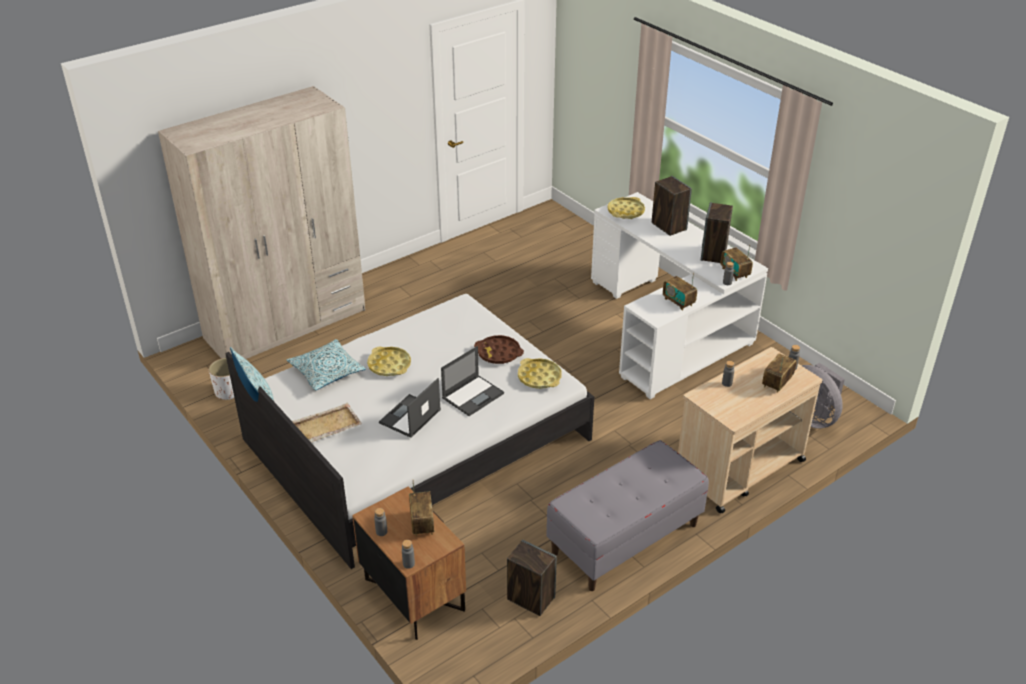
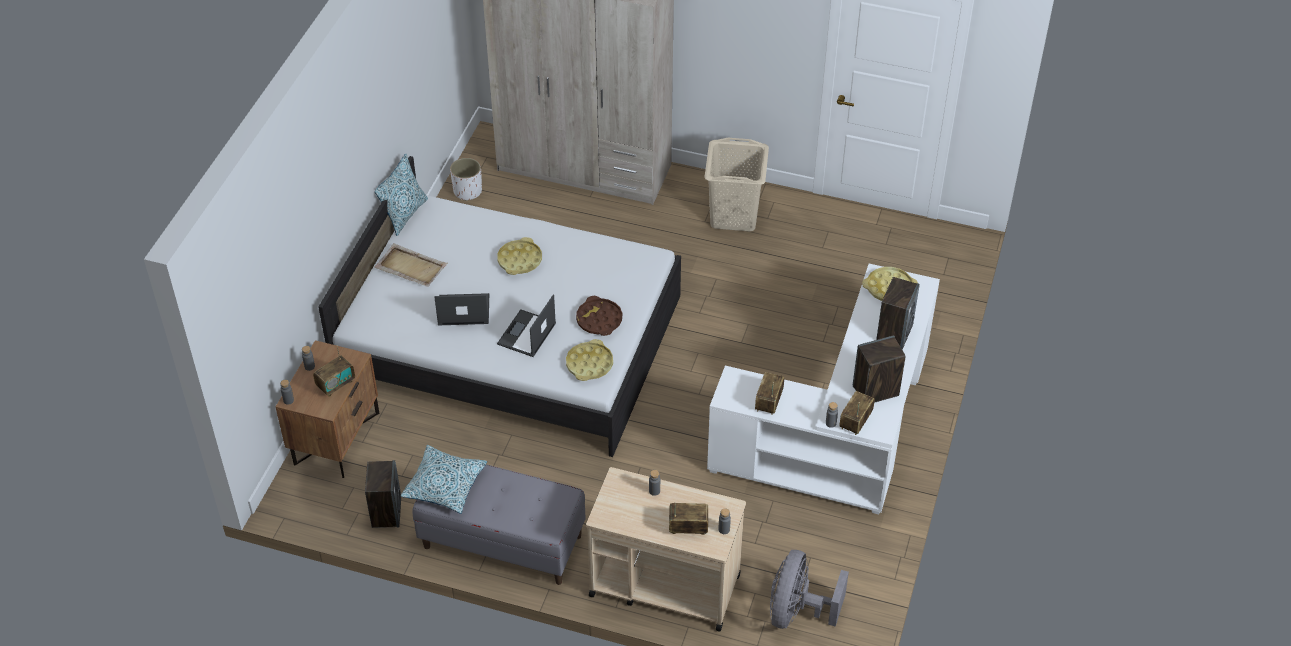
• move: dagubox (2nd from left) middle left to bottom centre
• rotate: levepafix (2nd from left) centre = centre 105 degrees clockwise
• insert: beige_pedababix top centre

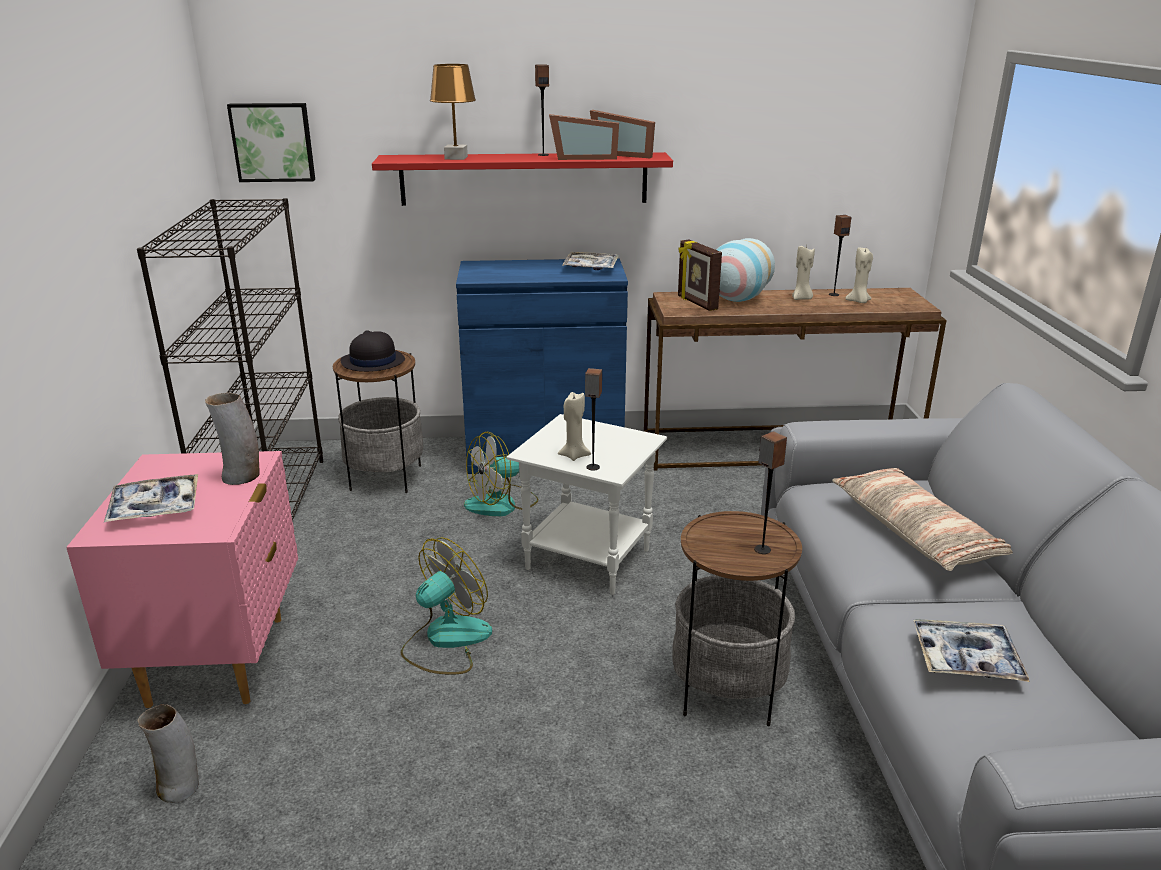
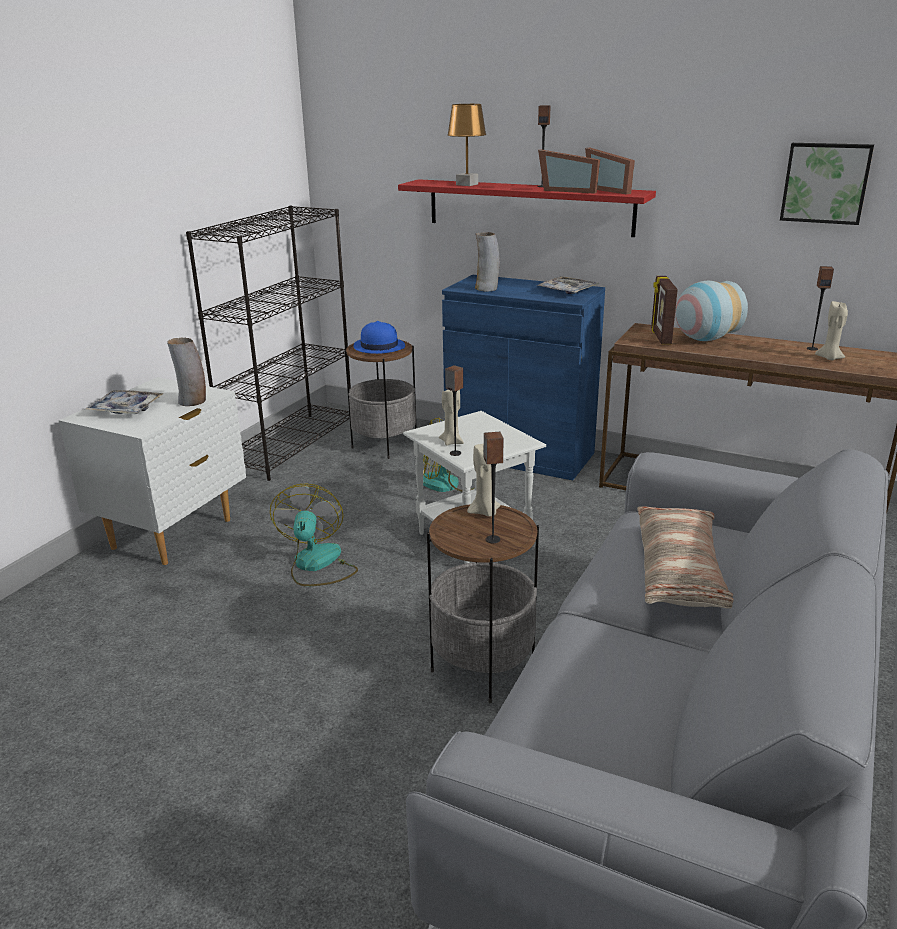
• recolor: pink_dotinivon middle left to white_dotinivon middle left
• move: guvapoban (1st from left in the first image) bottom left to guvapoban (2nd from left) top centre
• move: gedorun top left to top right
• recolor: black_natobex middle left to blue_natobex centre
• rotate: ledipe (1st from left) bottom centre = centre 75 degrees counterclockwise
• move: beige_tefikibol (2nd from left) top right to centre
• delete: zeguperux (3rd from left) bottom right

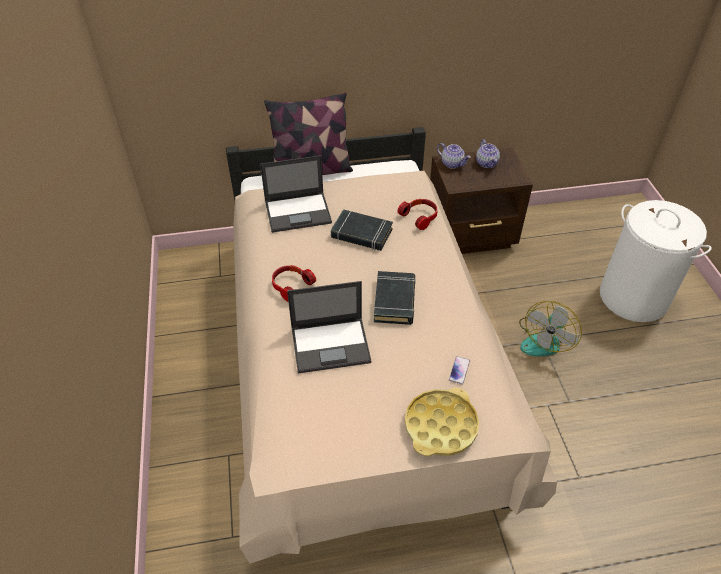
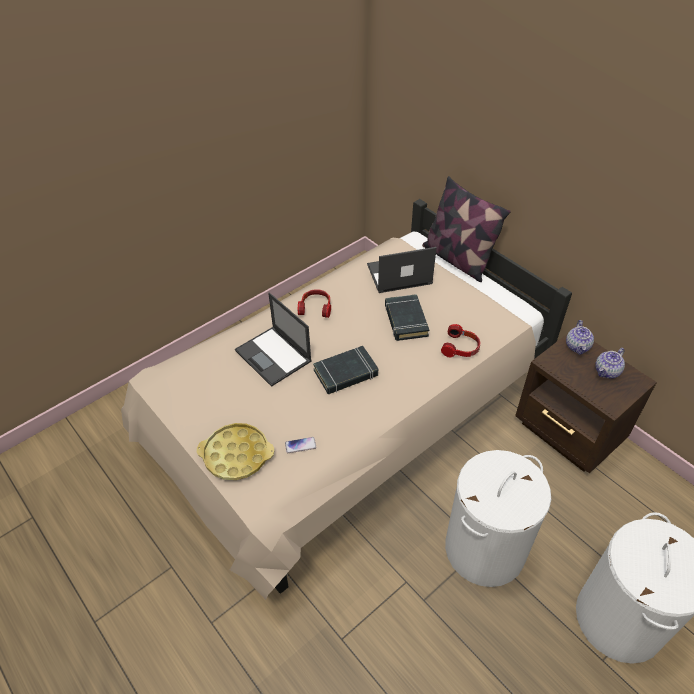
• rotate: levepafix (1st from left in the first image) centre = centre 120 degrees clockwise
• replace: ledipe middle right to white_pedababix (1st from left) bottom right

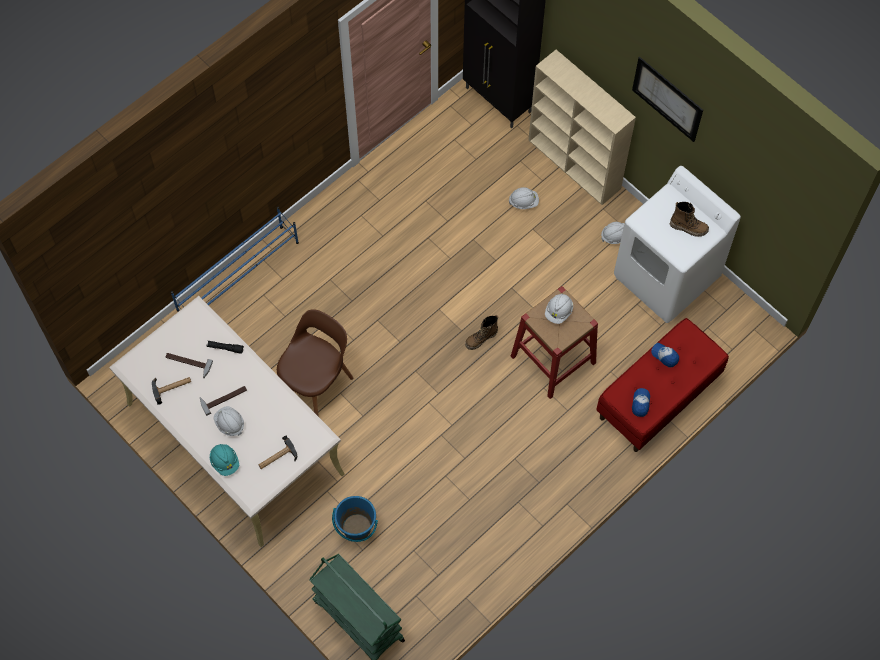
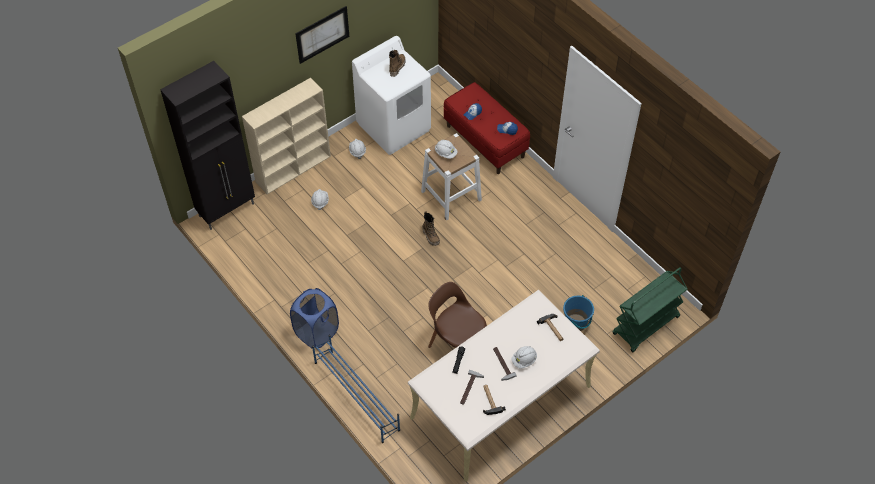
• delete: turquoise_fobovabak bottom left
• recolor: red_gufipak centre to white_gufipak centre
• insert: blue_pedababix centre

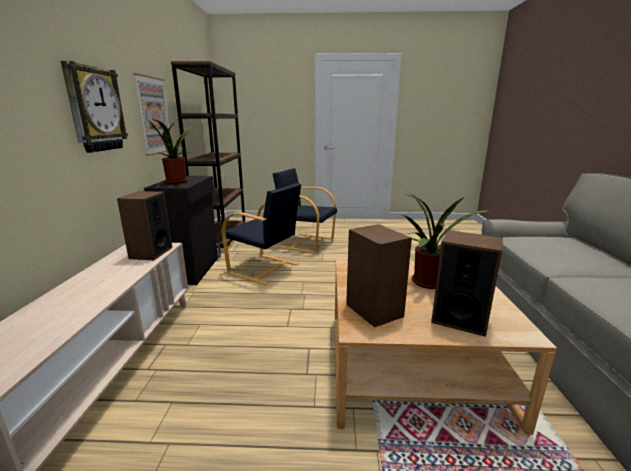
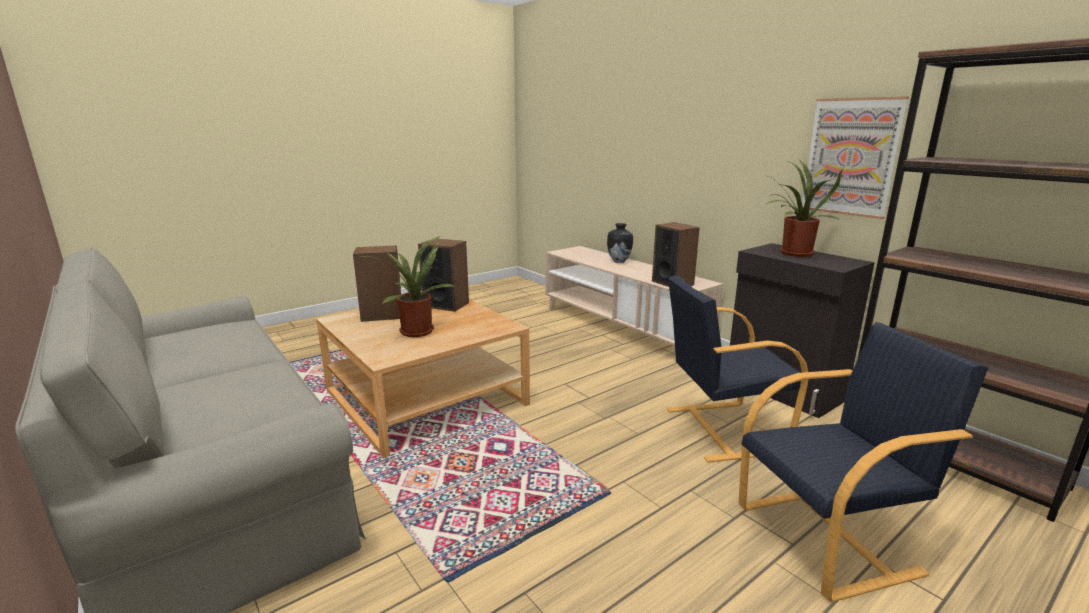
• delete: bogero top left
• insert: guvapoban centre

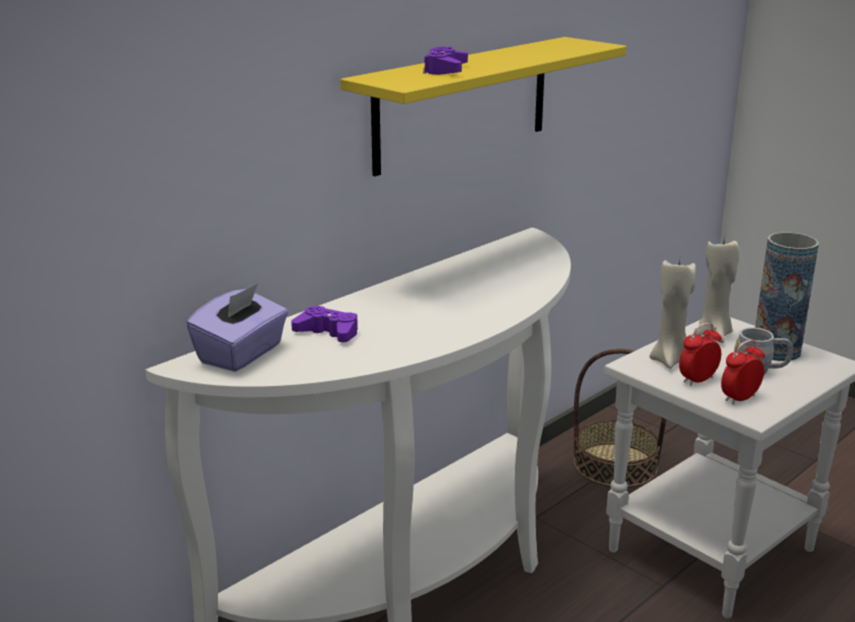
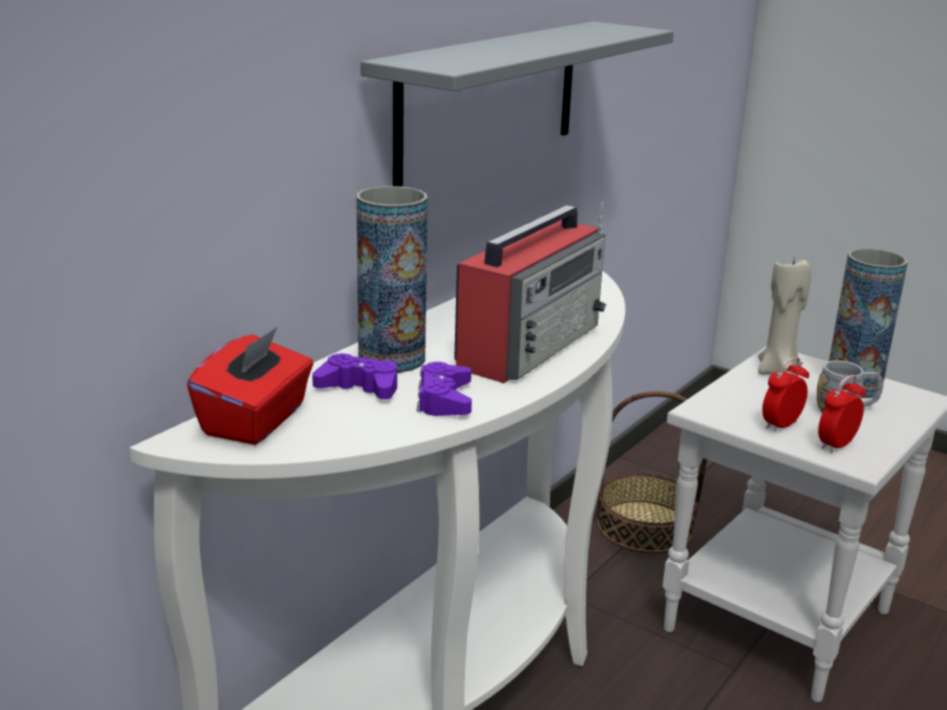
• recolor: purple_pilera middle left to red_pilera middle left
• recolor: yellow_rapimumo top centre to grey_rapimumo top centre
• move: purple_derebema (2nd from left) top centre to centre
• delete: beige_tefikibol (1st from left) middle right
• insert: guvapoban (1st from left) centre
• insert: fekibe centre

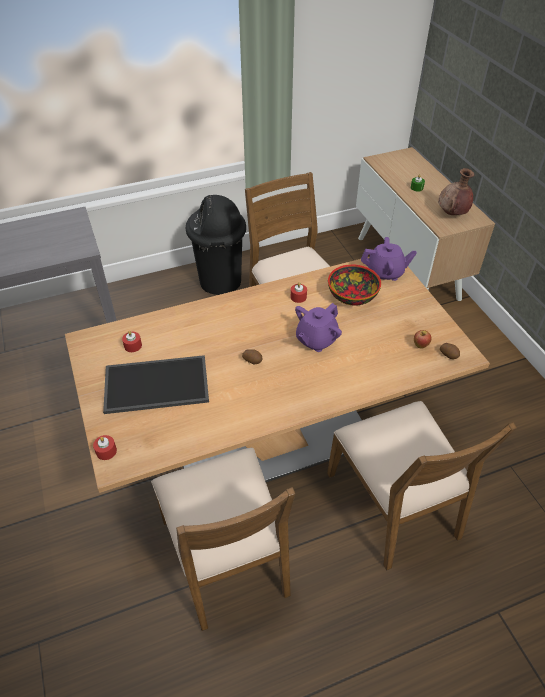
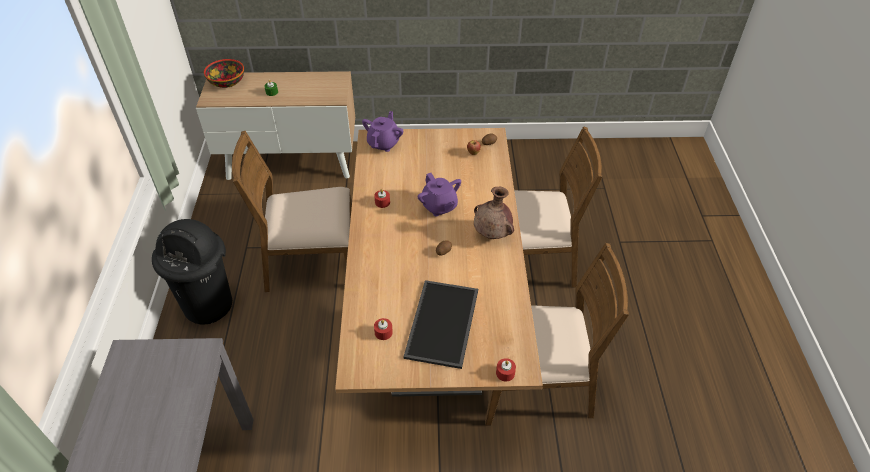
• move: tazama centre to top left
• move: brown_guvapoban top right to centre

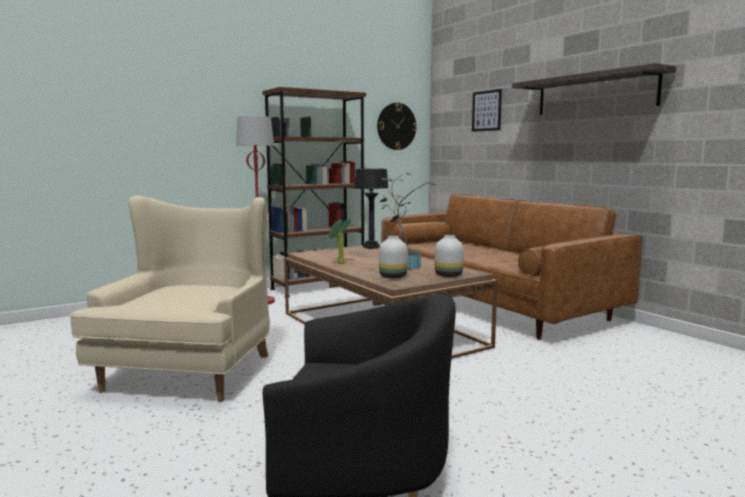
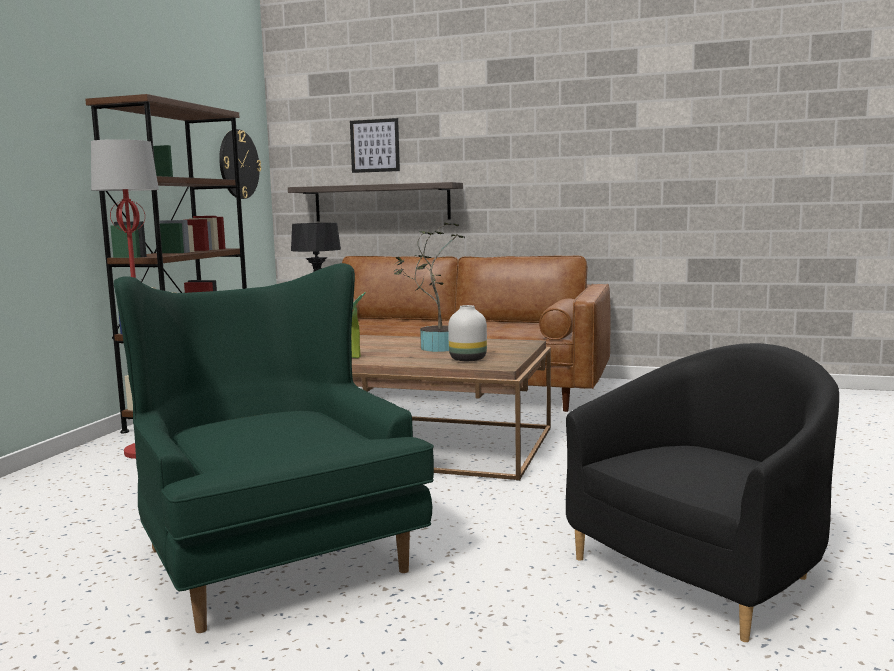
• recolor: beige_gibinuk middle left to green_gibinuk bottom left
• delete: white_guvapoban (2nd from left) centre
• move: rapimumo top right to top centre

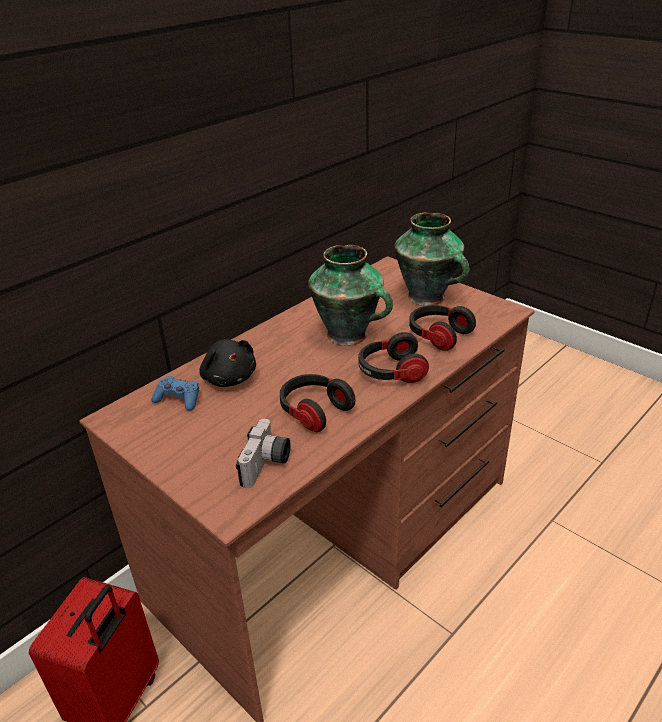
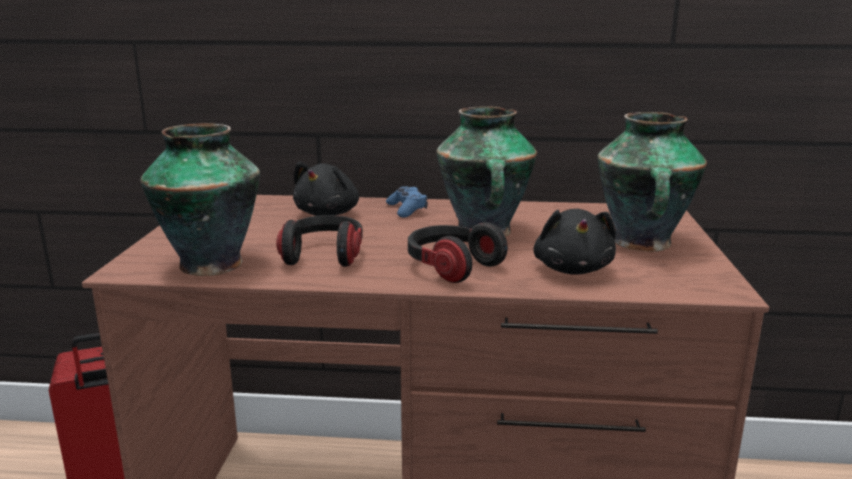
• move: blue_derebema middle left to centre
• replace: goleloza centre to guvapoban (1st from left) middle left
• replace: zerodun (3rd from left) middle right to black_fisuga (2nd from left) middle right

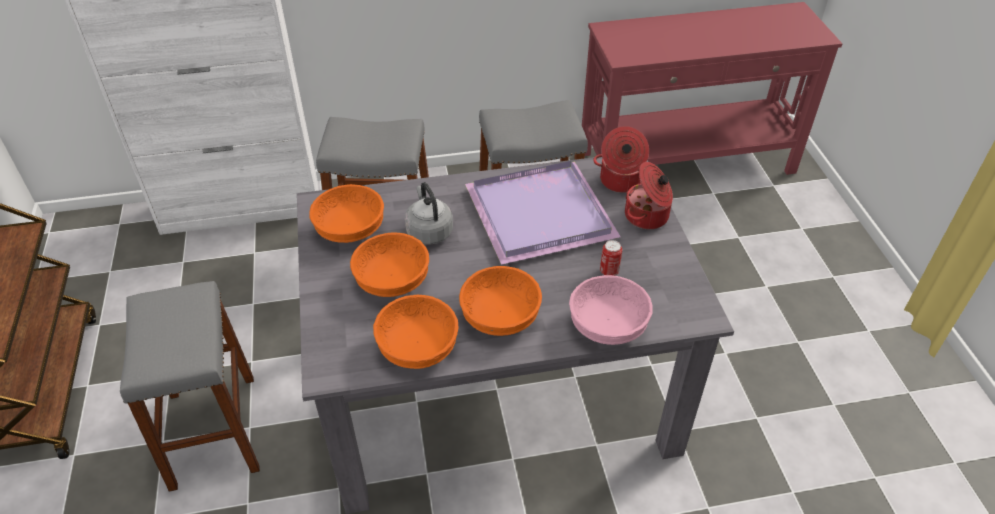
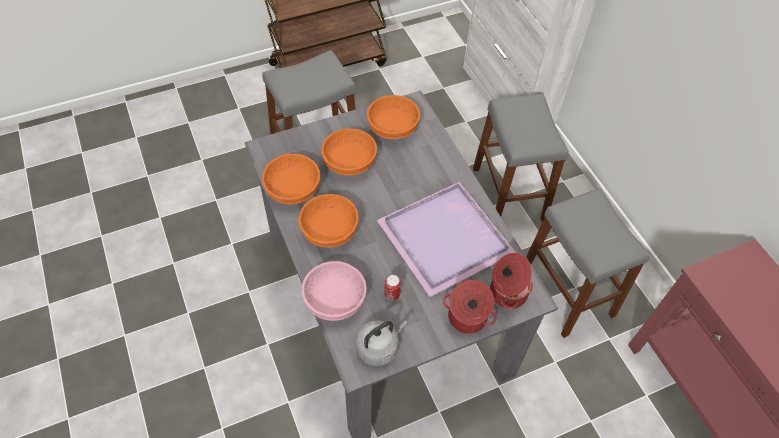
• move: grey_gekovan centre to bottom centre

